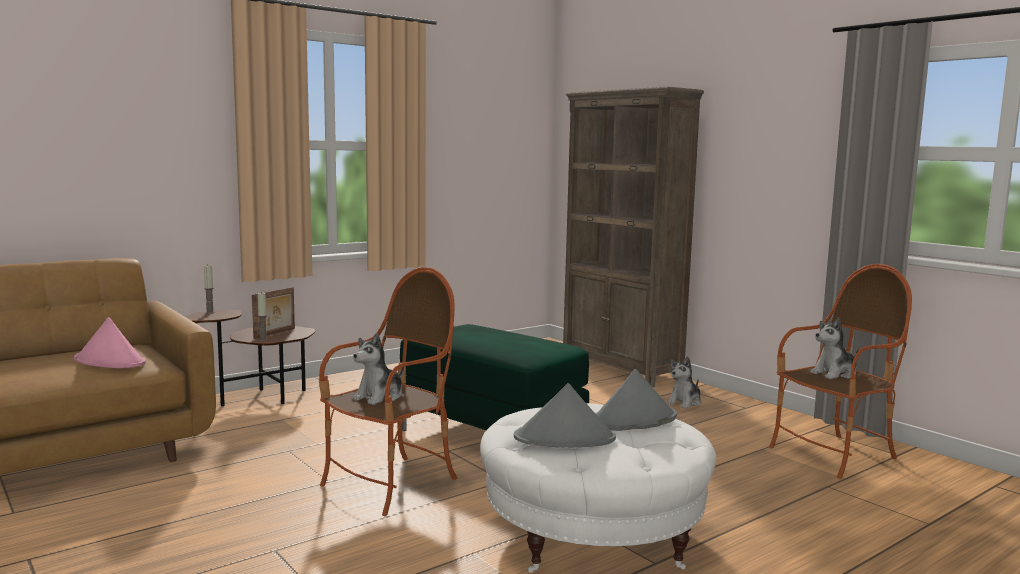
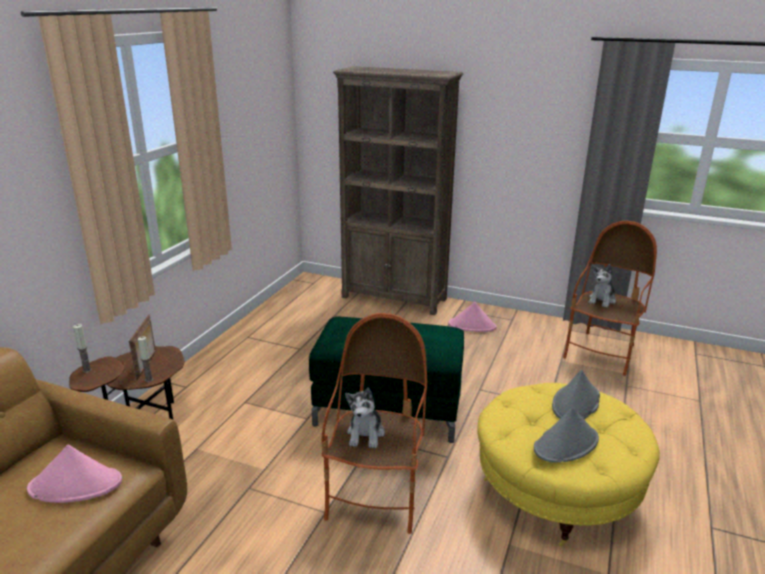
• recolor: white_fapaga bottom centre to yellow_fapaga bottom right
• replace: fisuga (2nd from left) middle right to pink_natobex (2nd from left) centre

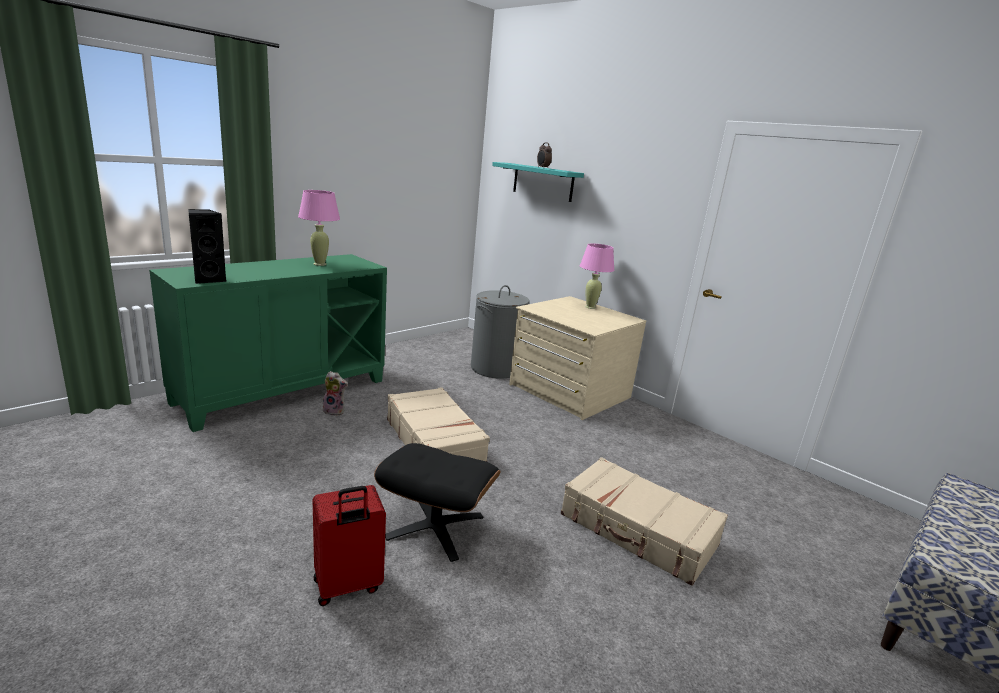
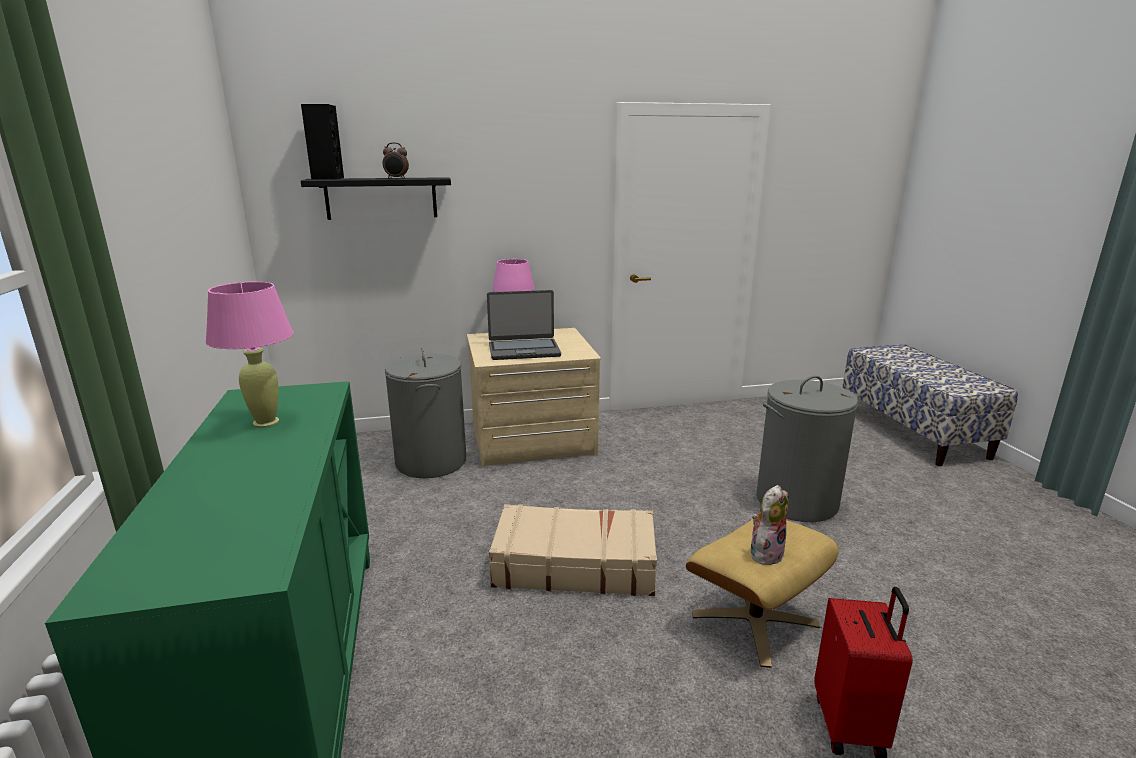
• move: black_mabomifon middle left to top left
• move: fisuga centre to bottom right
• recolor: black_fapaga bottom centre to beige_fapaga bottom right
• recolor: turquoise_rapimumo top centre to black_rapimumo top left
• replace: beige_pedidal (2nd from left) bottom centre to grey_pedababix (2nd from left) middle right
• insert: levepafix centre

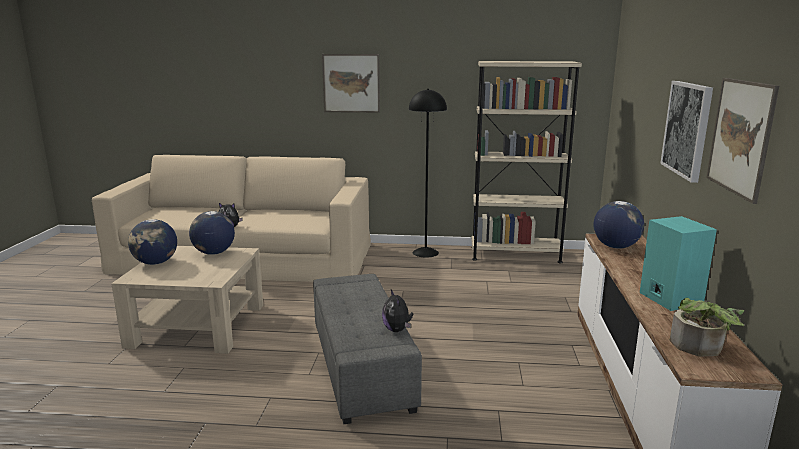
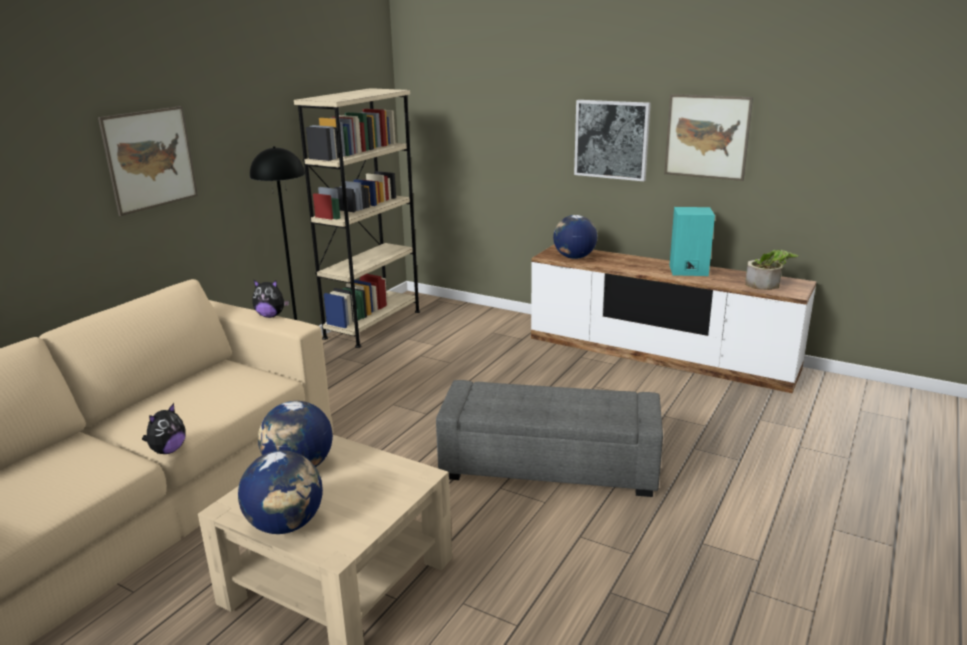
• move: fisuga (2nd from left) bottom centre to middle left

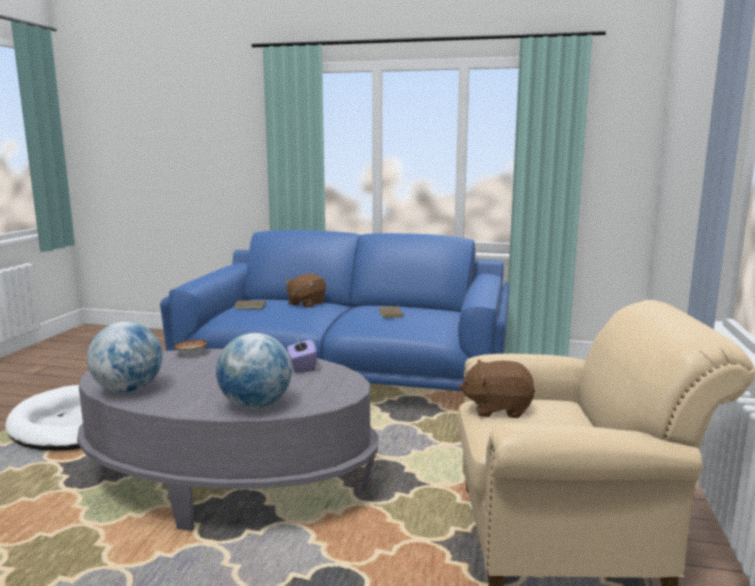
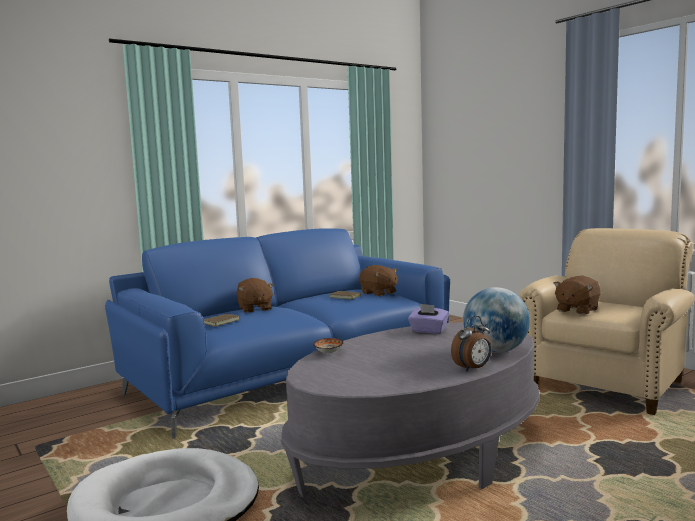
• delete: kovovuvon (1st from left) middle left
• insert: brown_fisuga (2nd from left) centre
• insert: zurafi middle right

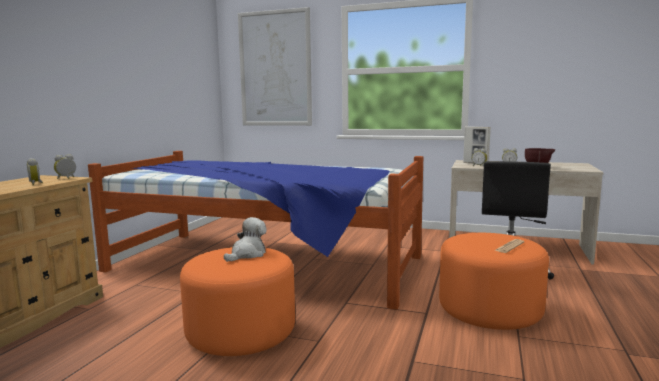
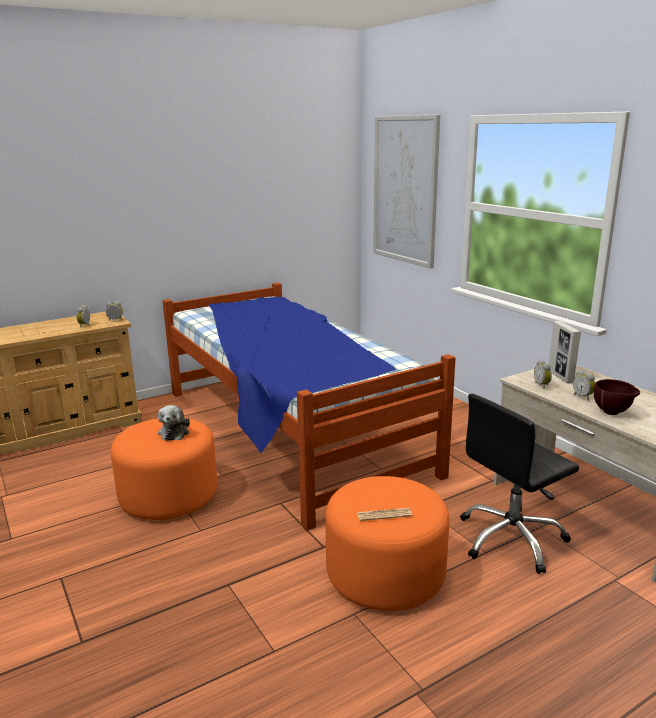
• rotate: fisuga centre = middle left 105 degrees clockwise

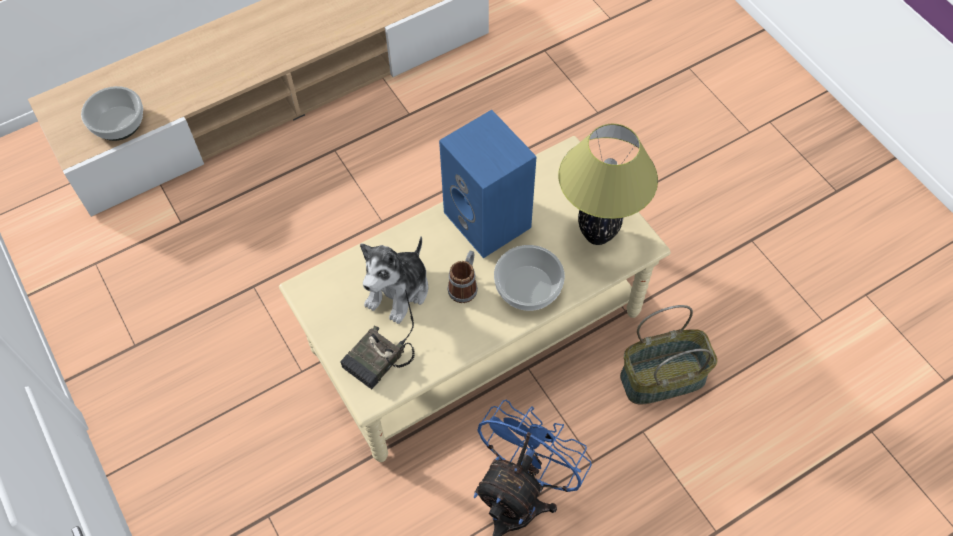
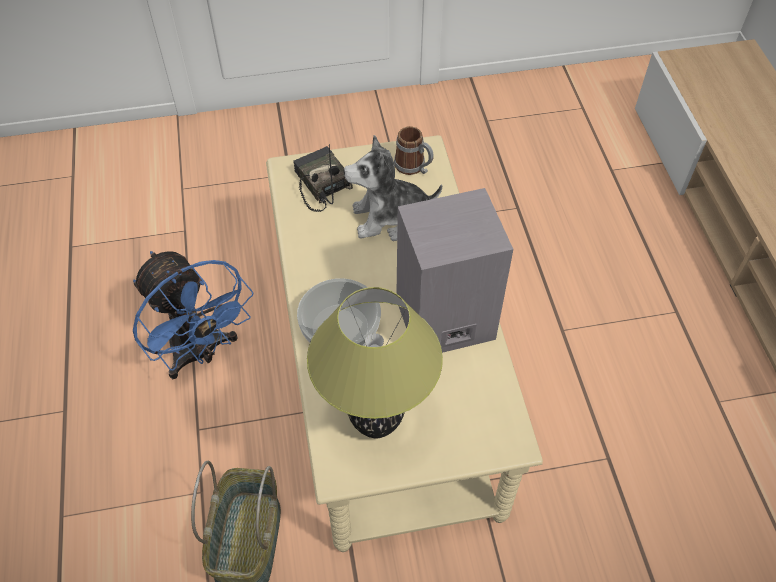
• delete: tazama (1st from left) top left
• rotate: fisuga centre = top centre 60 degrees counterclockwise
• recolor: blue_mabomifon centre to grey_mabomifon centre
• move: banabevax centre to top centre

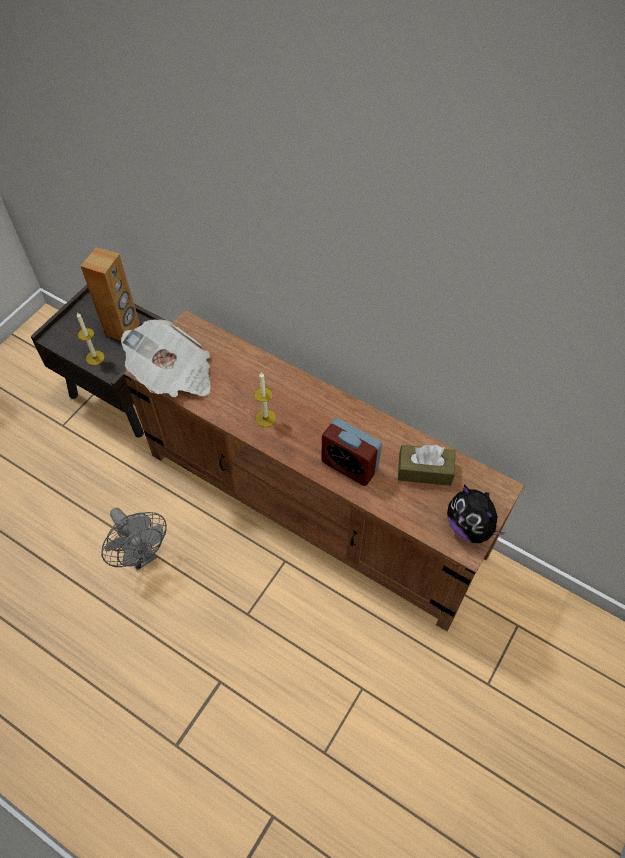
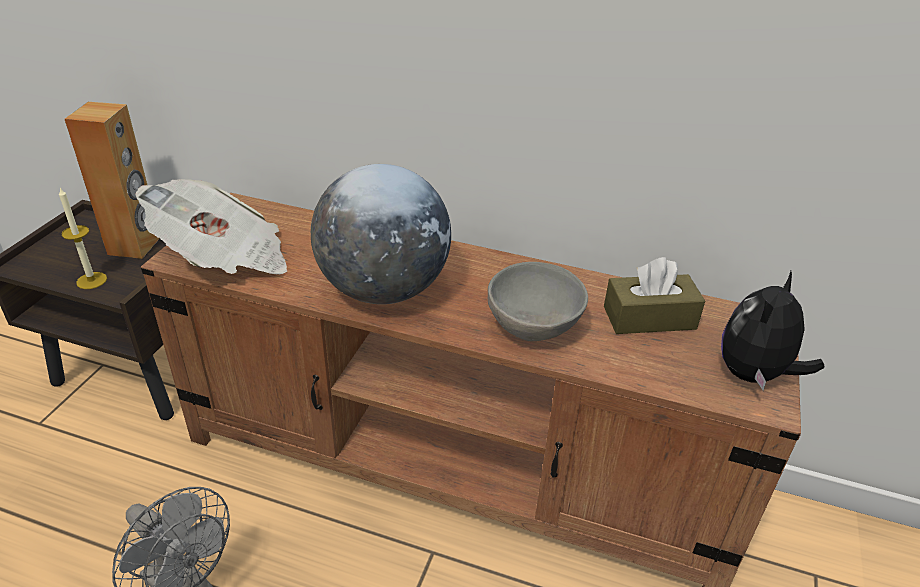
• replace: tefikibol (2nd from left) centre to kovovuvon centre
• replace: zurafi centre to grey_tazama centre
• rotate: fisuga middle right = middle right 90 degrees clockwise

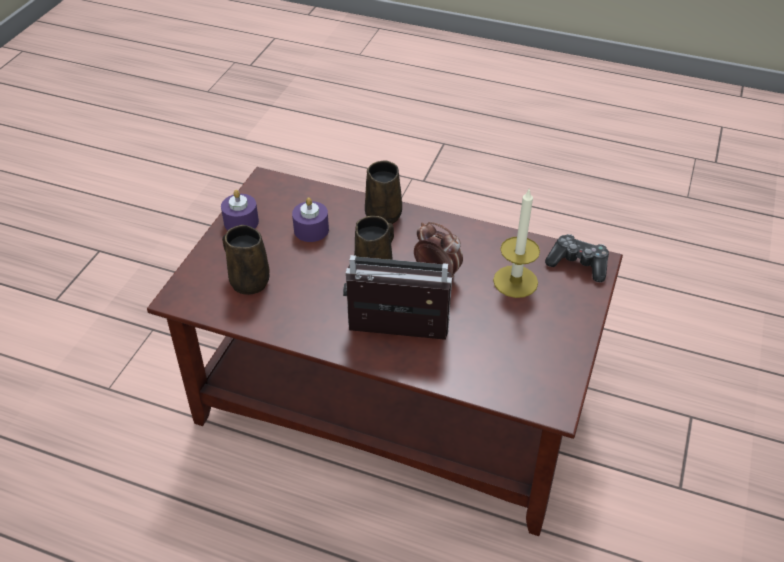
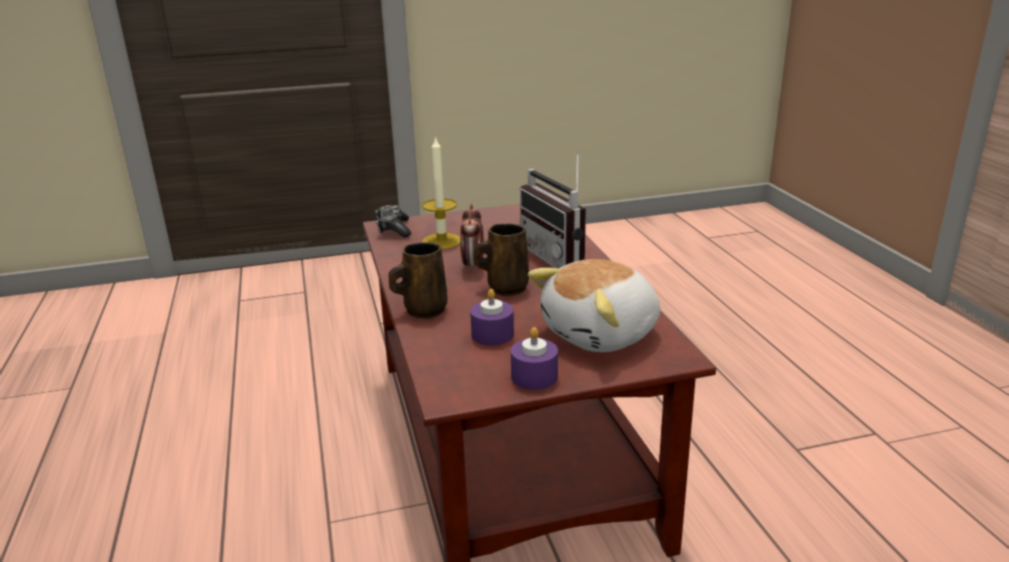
• replace: brown_banabevax (1st from left) middle left to fisuga centre

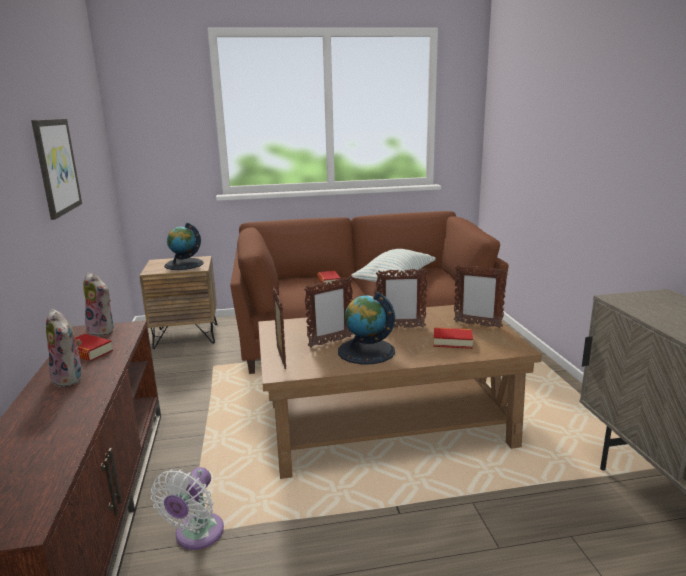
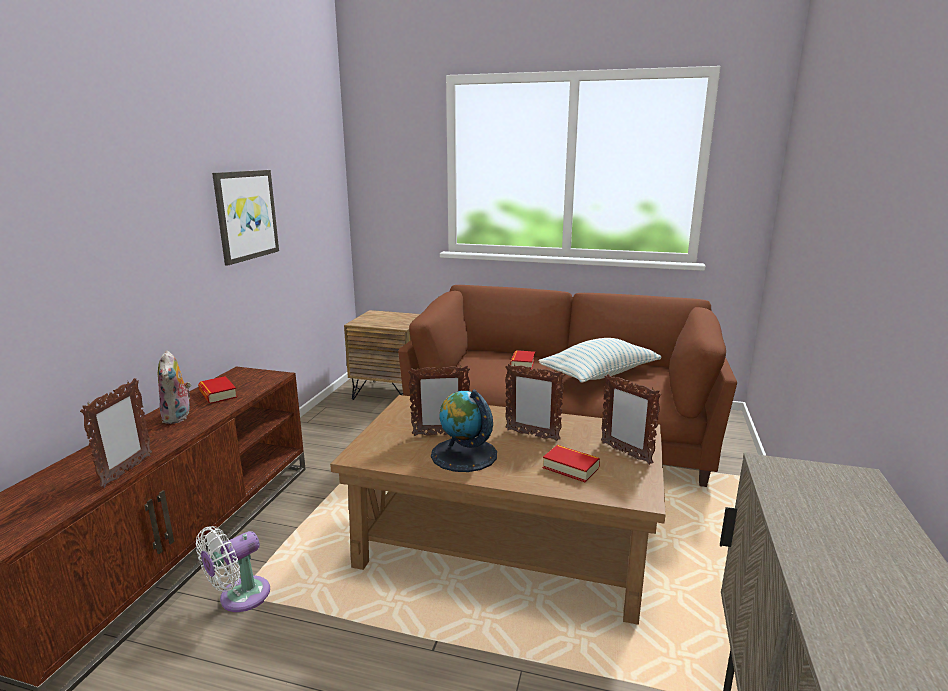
• delete: fisuga (2nd from left) middle left
• delete: kovovuvon (1st from left) middle left
• move: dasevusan (1st from left) centre to middle left

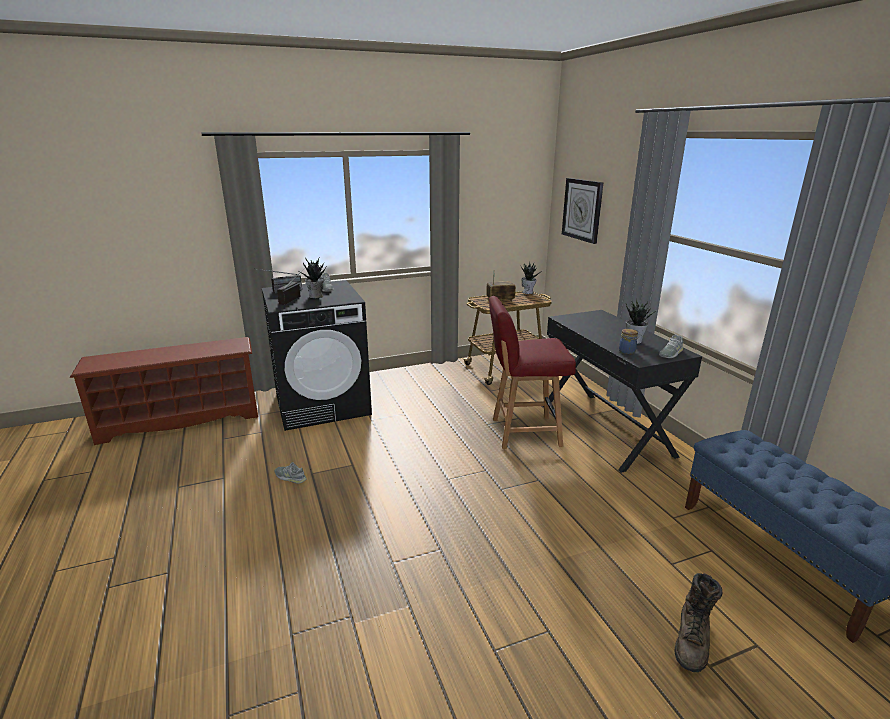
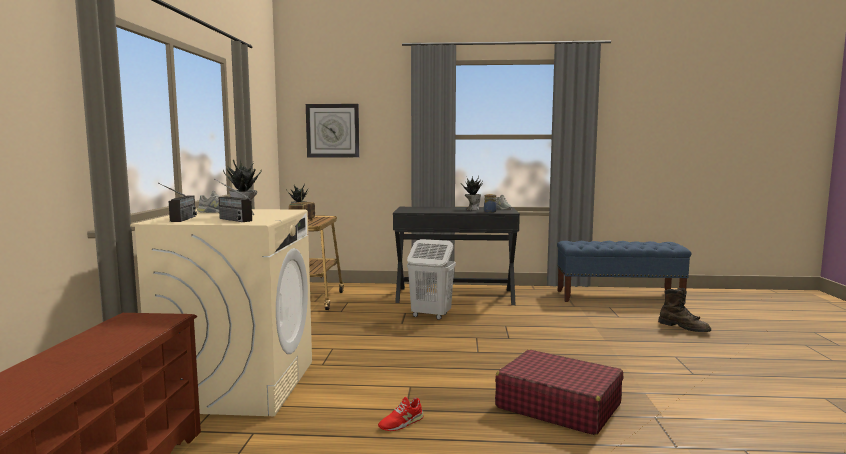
• recolor: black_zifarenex centre to beige_zifarenex bottom left
• recolor: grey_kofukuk (1st from left) middle left to red_kofukuk bottom centre
• replace: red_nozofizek centre to white_pedababix centre
• insert: red_pedidal bottom centre

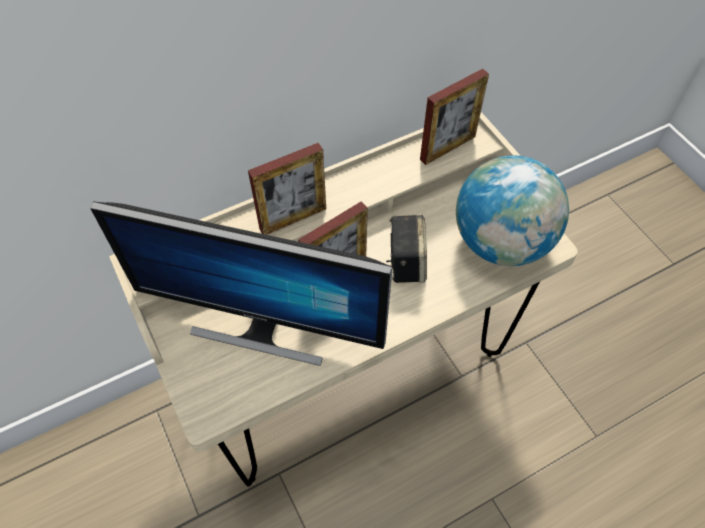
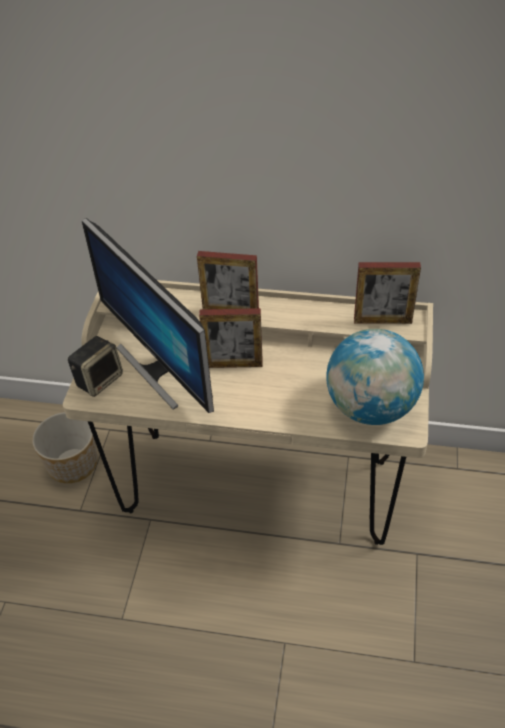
• move: mabomifon centre to middle left
• insert: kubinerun middle left

